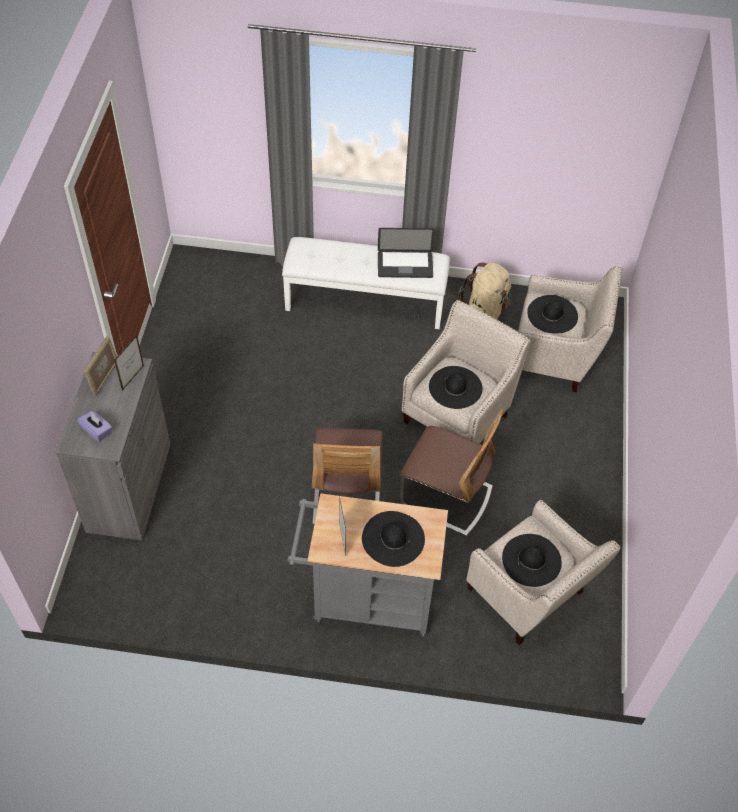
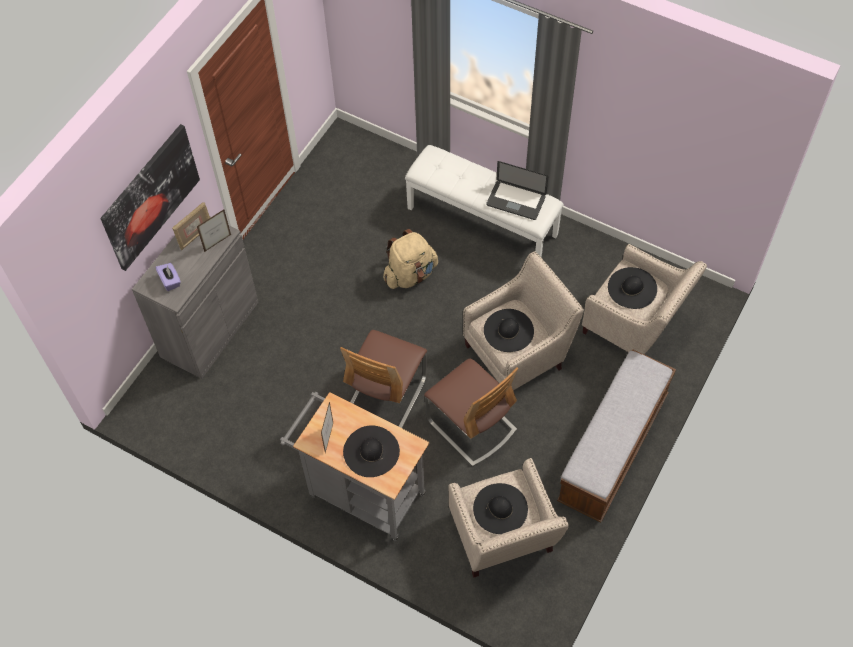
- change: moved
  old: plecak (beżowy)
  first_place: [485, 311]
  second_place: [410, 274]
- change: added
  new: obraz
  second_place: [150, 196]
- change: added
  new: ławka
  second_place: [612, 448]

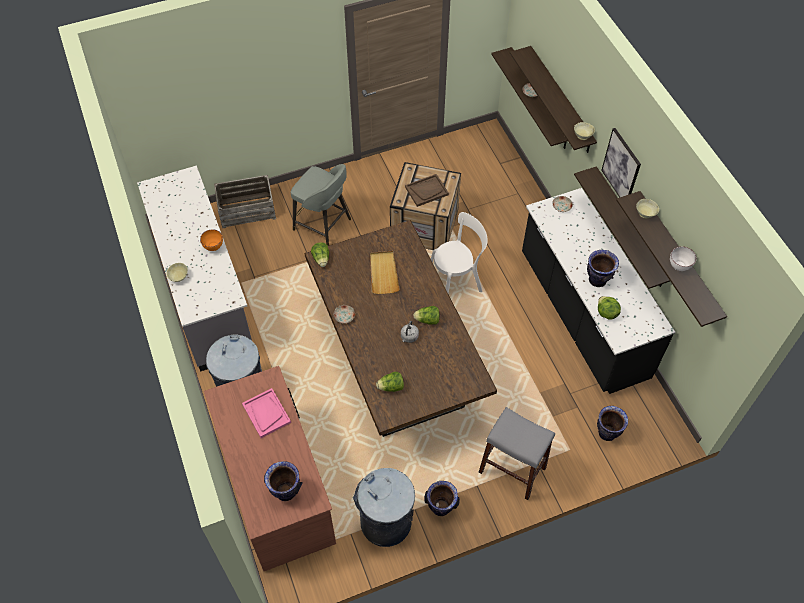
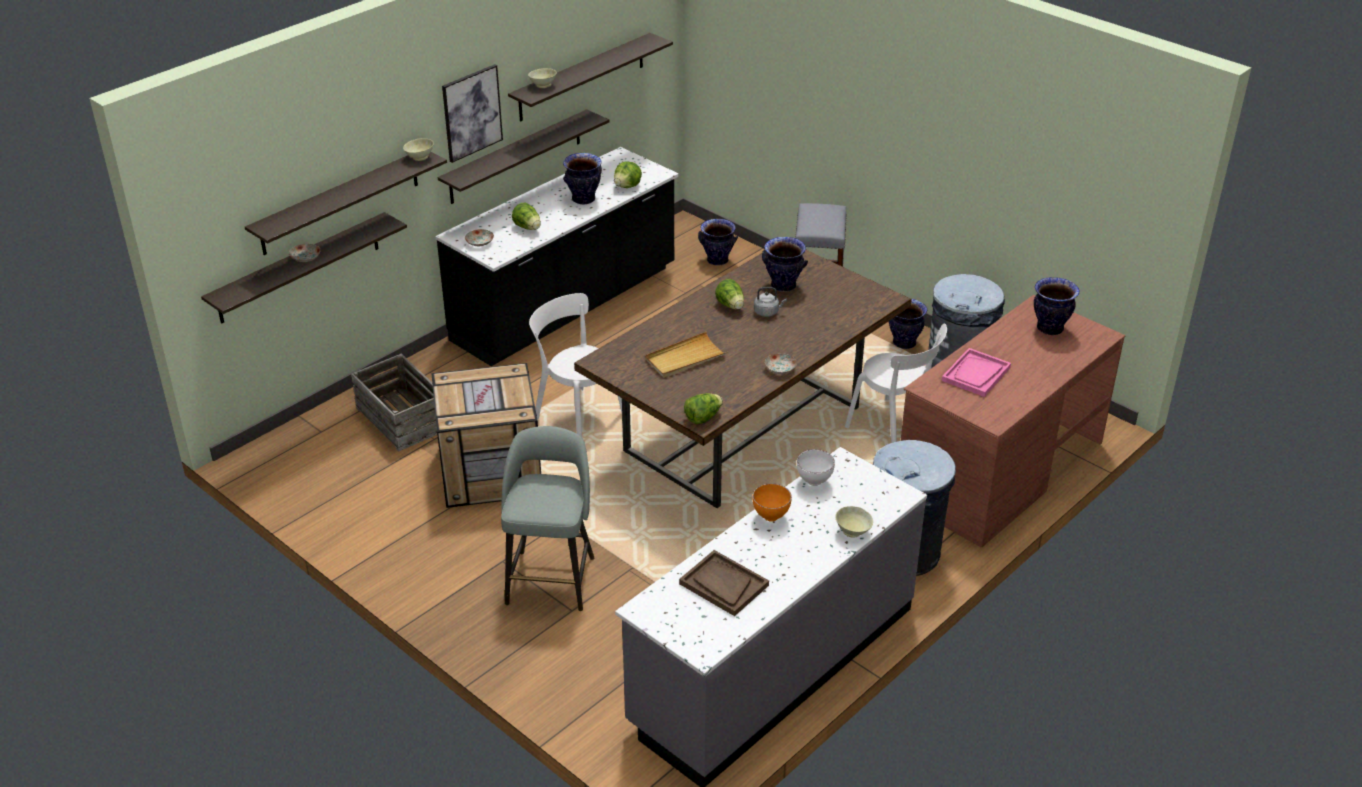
- change: moved
  old: skrzynka
  first_place: [247, 209]
  second_place: [401, 419]
- change: moved
  old: sałata
  first_place: [391, 387]
  second_place: [528, 227]
- change: moved
  old: taca (brązowy)
  first_place: [426, 191]
  second_place: [723, 584]
- change: moved
  old: miska (biały)
  first_place: [679, 266]
  second_place: [813, 482]
- change: added
  new: wazon
  second_place: [783, 286]
- change: added
  new: krzesło (biały)
  second_place: [894, 429]

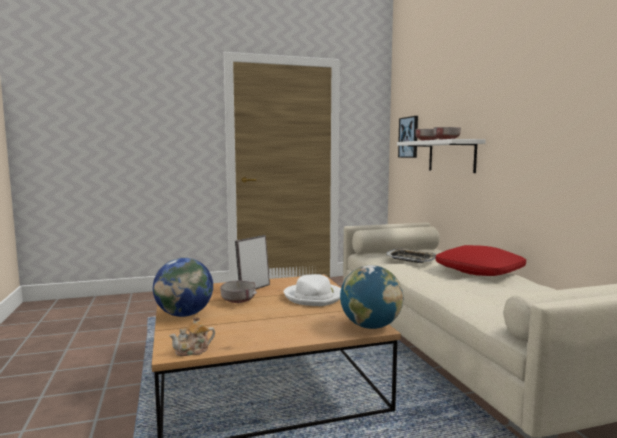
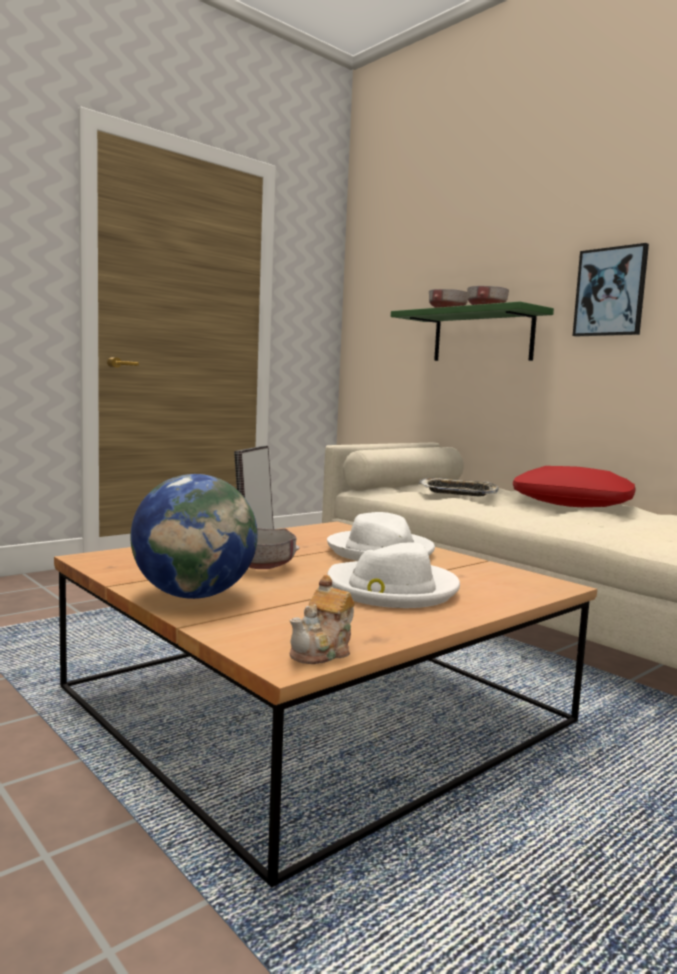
- change: removed
  old: globus
  first_place: [370, 326]
- change: recoloured
  old: półka (biały)
  new: półka (zielony)
  first_place: [451, 156]
  second_place: [482, 336]
- change: moved
  old: obraz
  first_place: [409, 137]
  second_place: [610, 292]
- change: added
  new: kapelusz (biały)
  second_place: [391, 589]

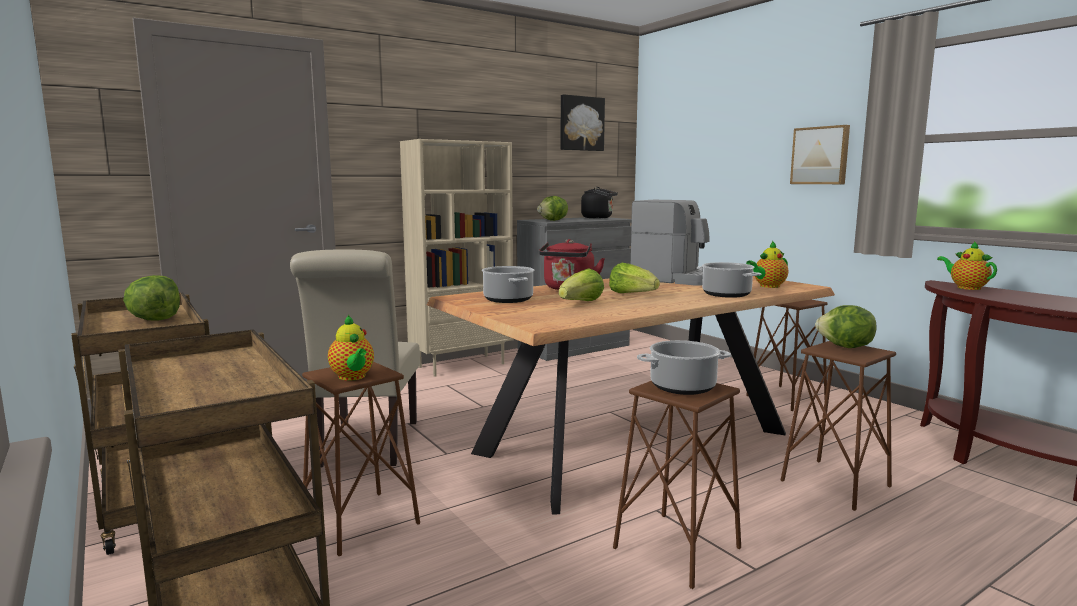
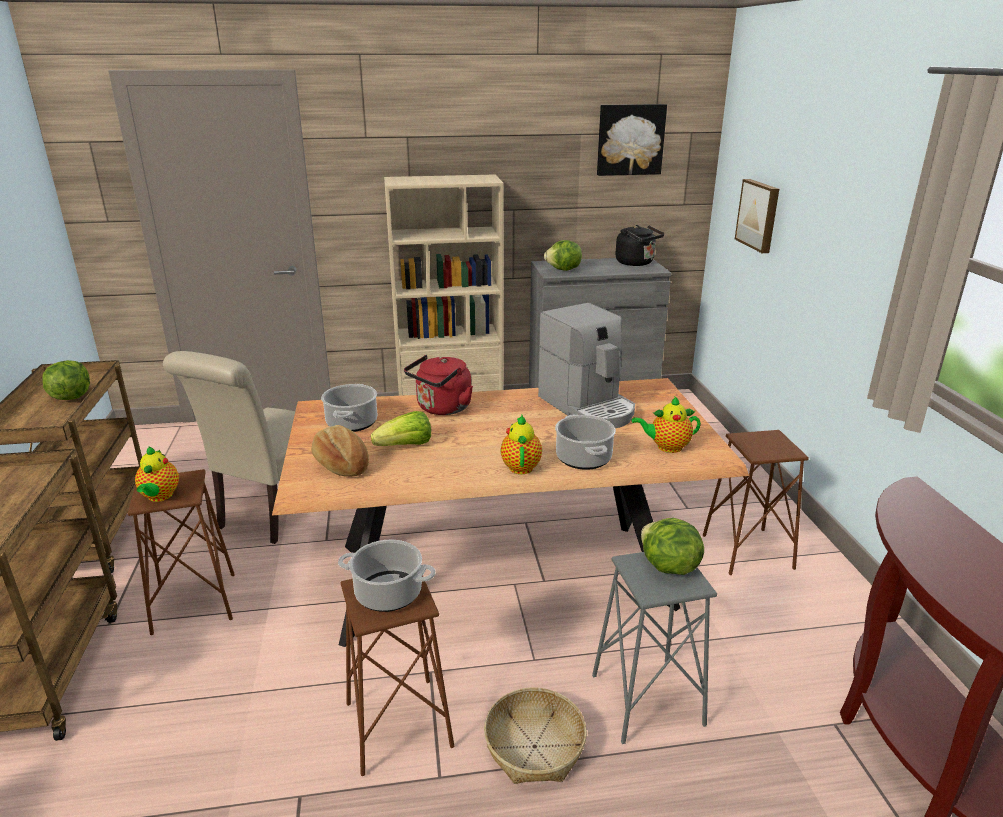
- change: removed
  old: sałata
  first_place: [632, 294]
- change: recoloured
  old: stołek (brązowy)
  new: stołek (szary)
  first_place: [835, 484]
  second_place: [646, 700]
- change: moved
  old: obraz
  first_place: [820, 155]
  second_place: [759, 215]
- change: moved
  old: imbryk
  first_place: [966, 287]
  second_place: [521, 466]
- change: added
  new: chleb
  second_place: [341, 464]
- change: added
  new: koszyk
  second_place: [535, 747]

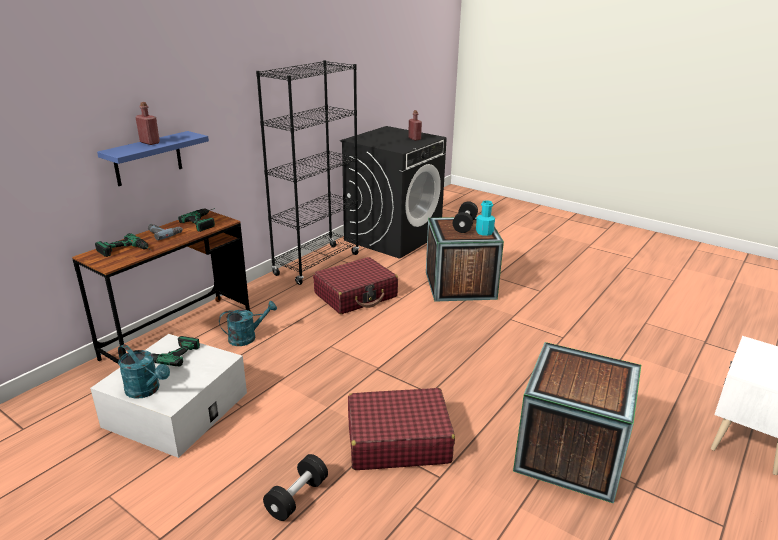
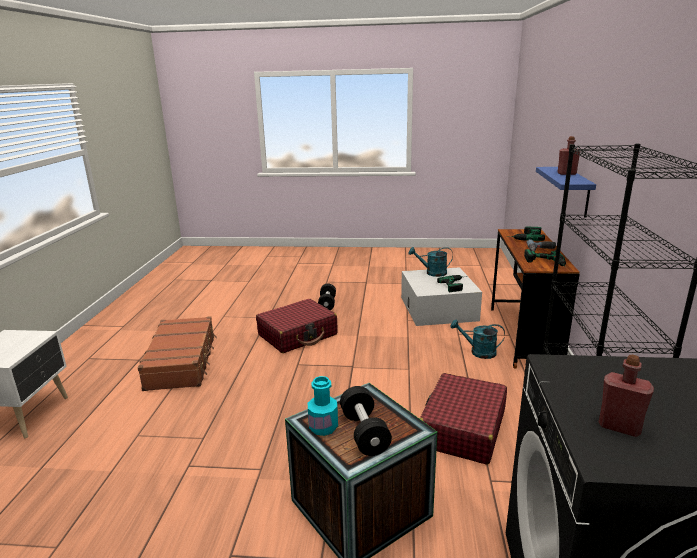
- change: turned
  old: konewka (turkusowy)
  first_place: [247, 337]
  second_place: [478, 352]
  degrees: 75
- change: replaced
  old: skrzynka
  new: walizka (brązowy)
  first_place: [570, 454]
  second_place: [182, 362]

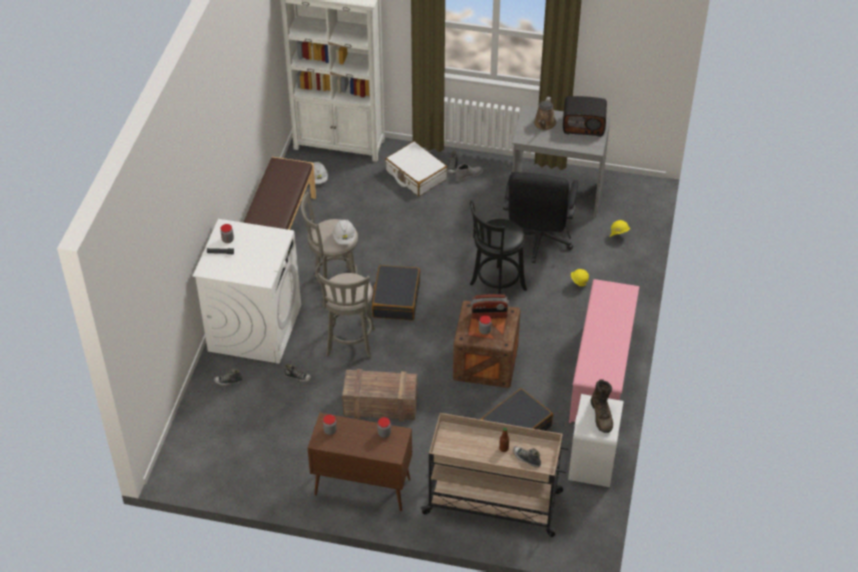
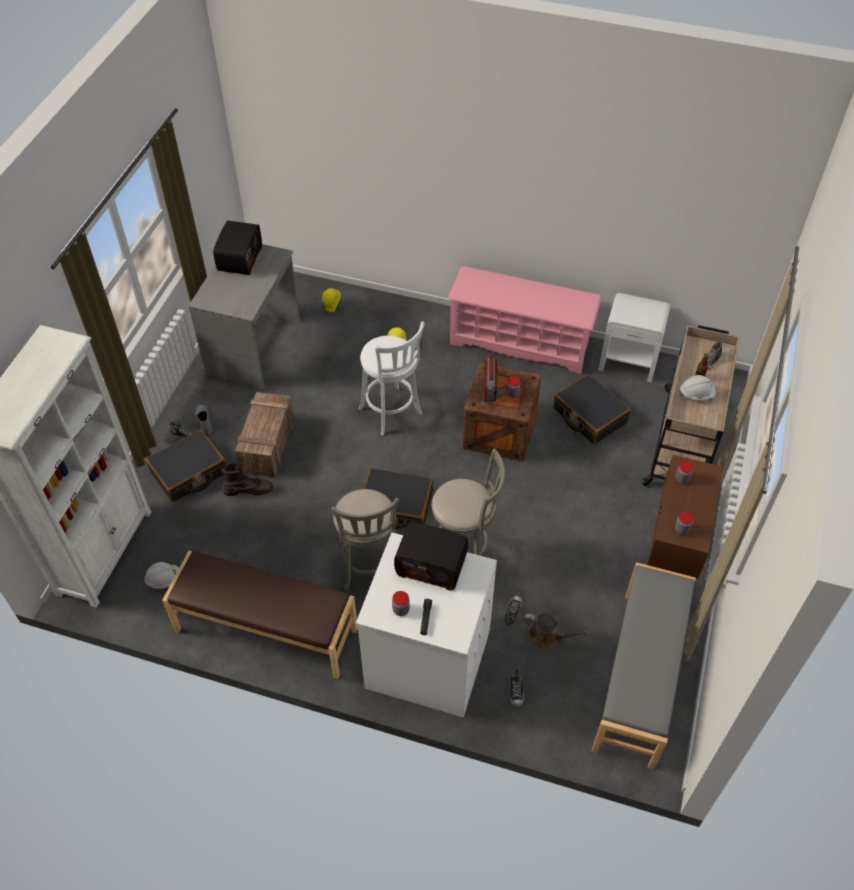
- change: moved
  old: kask (biały)
  first_place: [344, 238]
  second_place: [696, 394]
- change: moved
  old: skrzynka
  first_place: [379, 405]
  second_place: [267, 446]
- change: recoloured
  old: walizka (biały)
  new: walizka (czarny)
  first_place: [416, 175]
  second_place: [189, 473]
- change: recoloured
  old: stołek (czarny)
  new: stołek (biały)
  first_place: [495, 288]
  second_place: [392, 413]
- change: removed
  old: krzesło biurowe (czarny)
  first_place: [537, 242]
- change: moved
  old: konewka (brązowy)
  first_place: [544, 124]
  second_place: [547, 637]
- change: moved
  old: but z cholewką (brązowy)
  first_place: [601, 416]
  second_place: [248, 489]
- change: added
  new: radio
  second_place: [432, 565]
- change: added
  new: ławka (szary)
  second_place: [640, 677]

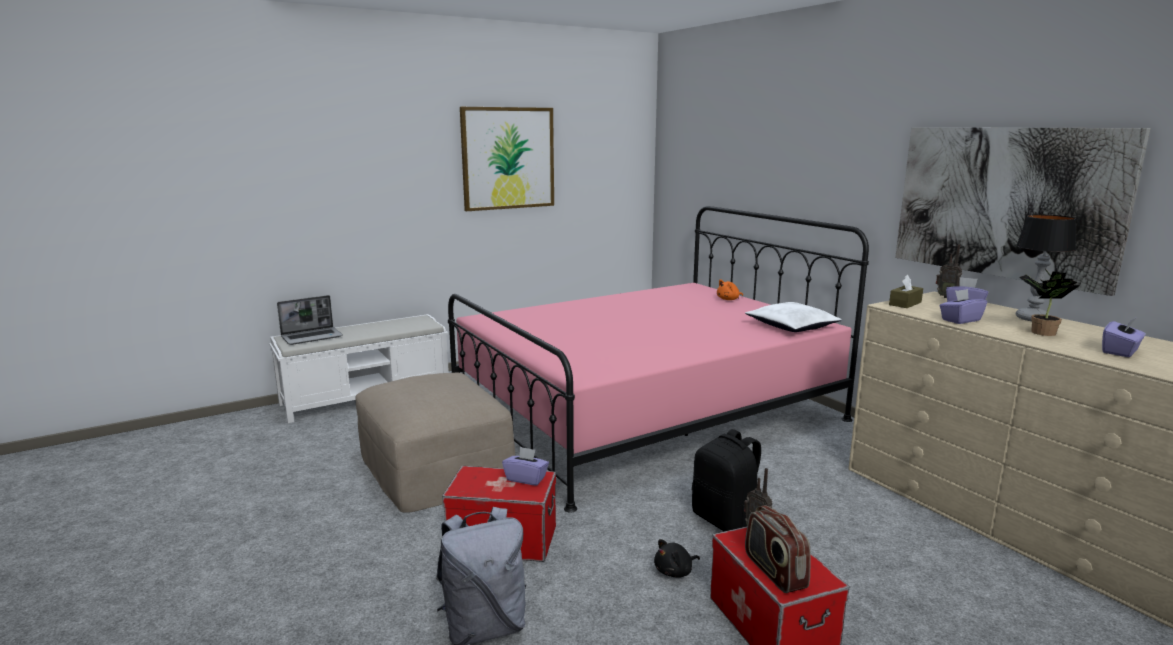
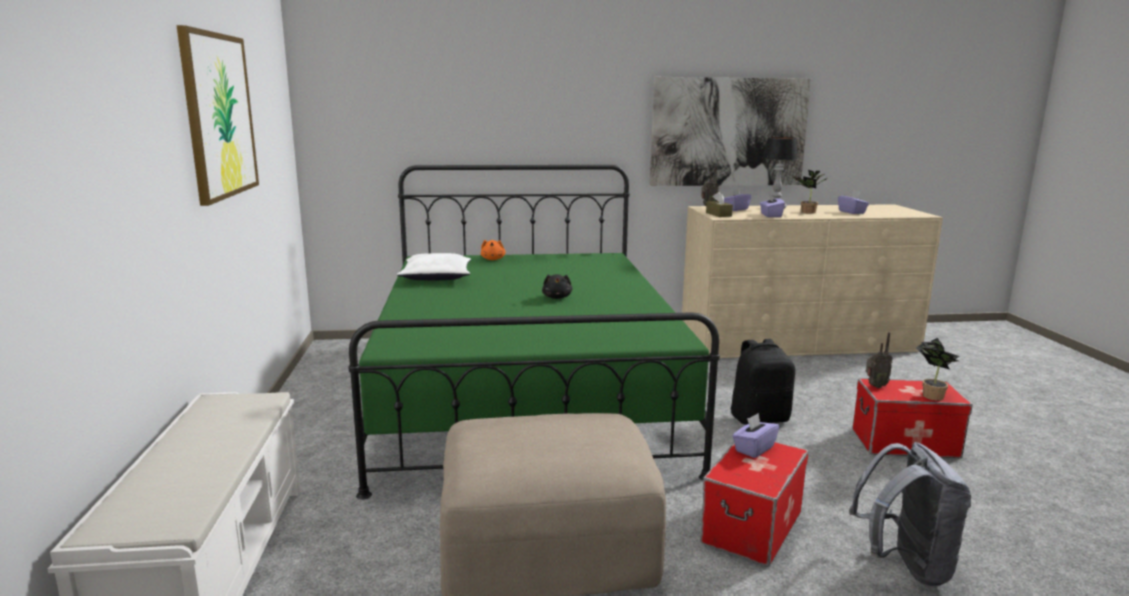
- change: removed
  old: laptop
  first_place: [312, 337]
- change: recoloured
  old: łóżko (różowy)
  new: łóżko (zielony)
  first_place: [646, 412]
  second_place: [525, 394]
- change: moved
  old: pluszak (czarny)
  first_place: [675, 571]
  second_place: [557, 297]
- change: moved
  old: poduszka (biały)
  first_place: [792, 327]
  second_place: [437, 277]
- change: replaced
  old: radio
  new: roślina doniczkowa
  first_place: [774, 571]
  second_place: [930, 395]

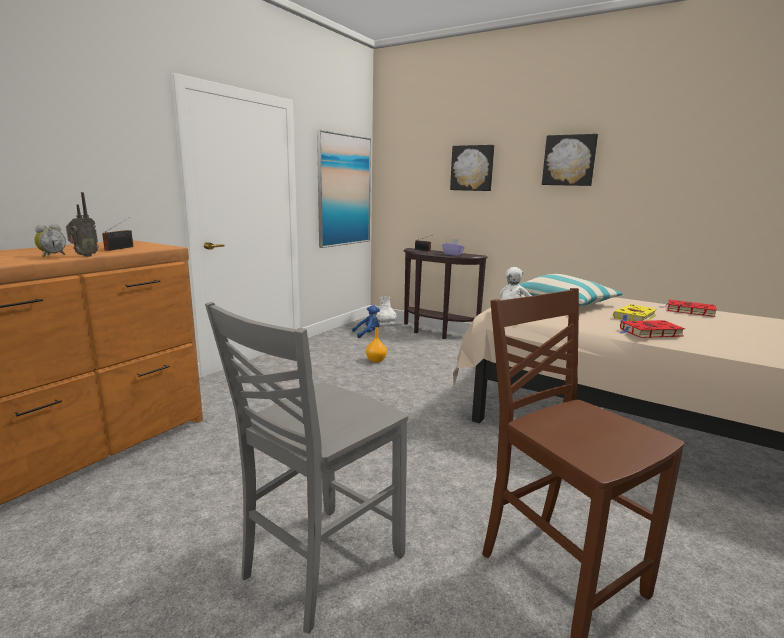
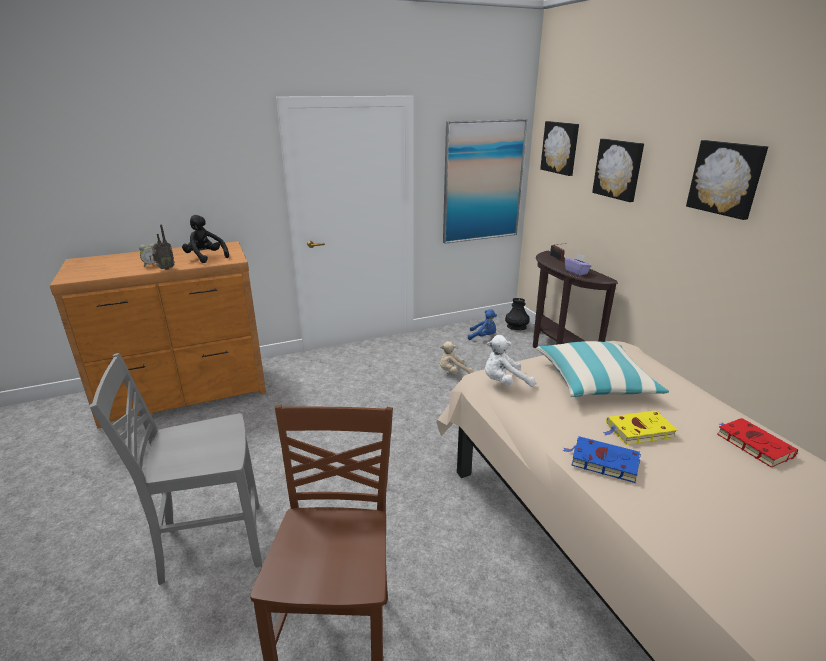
- change: replaced
  old: radio
  new: pluszak (czarny)
  first_place: [121, 248]
  second_place: [205, 257]
- change: replaced
  old: wazon (pomarańczowy)
  new: pluszak (beżowy)
  first_place: [375, 360]
  second_place: [453, 372]
- change: recoloured
  old: wazon (biały)
  new: wazon (czarny)
  first_place: [385, 323]
  second_place: [516, 327]
- change: recoloured
  old: książka (czerwony)
  new: książka (niebieski)
  first_place: [649, 332]
  second_place: [602, 462]
- change: added
  new: obraz
  second_place: [560, 147]

